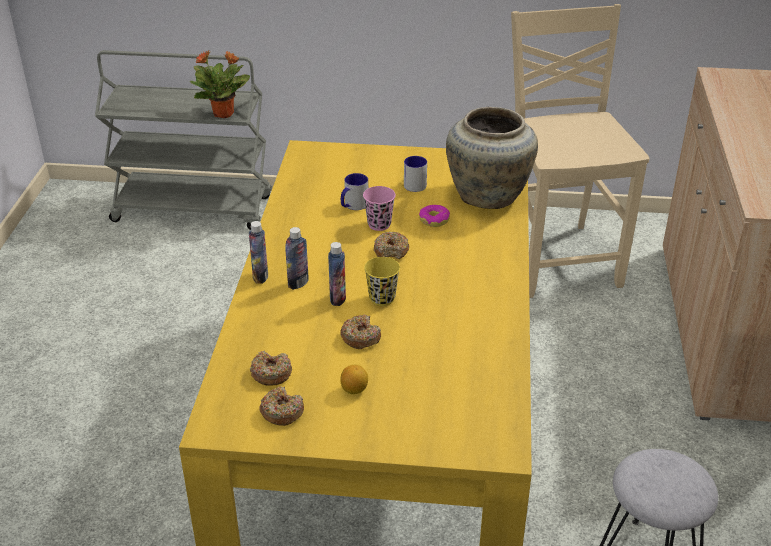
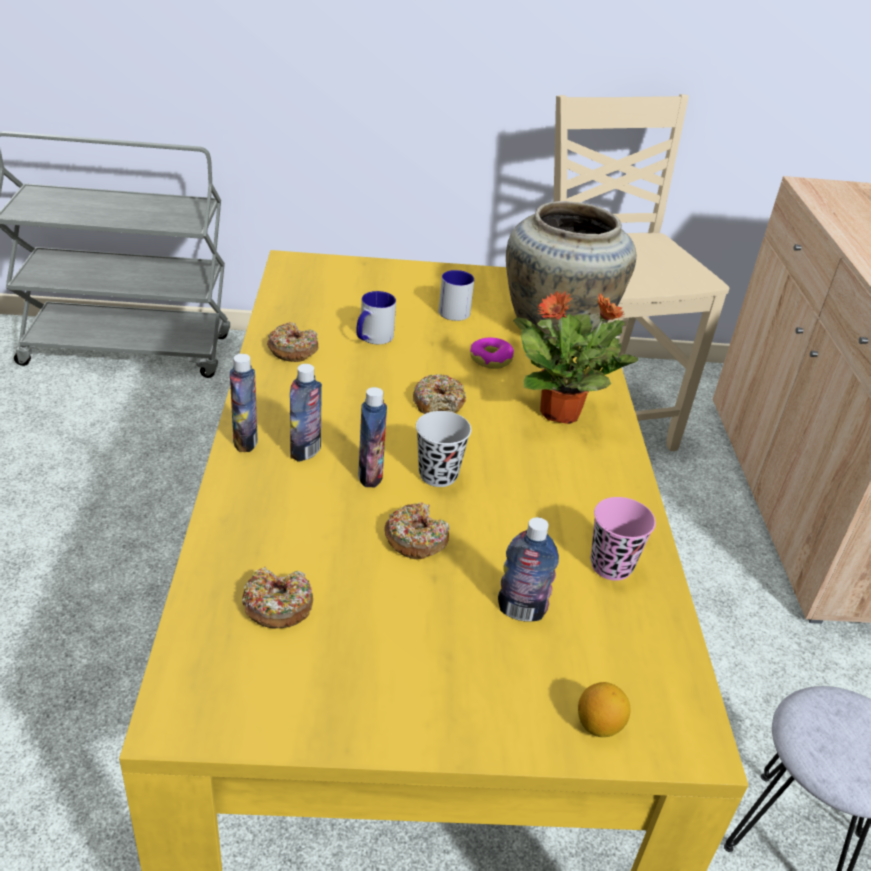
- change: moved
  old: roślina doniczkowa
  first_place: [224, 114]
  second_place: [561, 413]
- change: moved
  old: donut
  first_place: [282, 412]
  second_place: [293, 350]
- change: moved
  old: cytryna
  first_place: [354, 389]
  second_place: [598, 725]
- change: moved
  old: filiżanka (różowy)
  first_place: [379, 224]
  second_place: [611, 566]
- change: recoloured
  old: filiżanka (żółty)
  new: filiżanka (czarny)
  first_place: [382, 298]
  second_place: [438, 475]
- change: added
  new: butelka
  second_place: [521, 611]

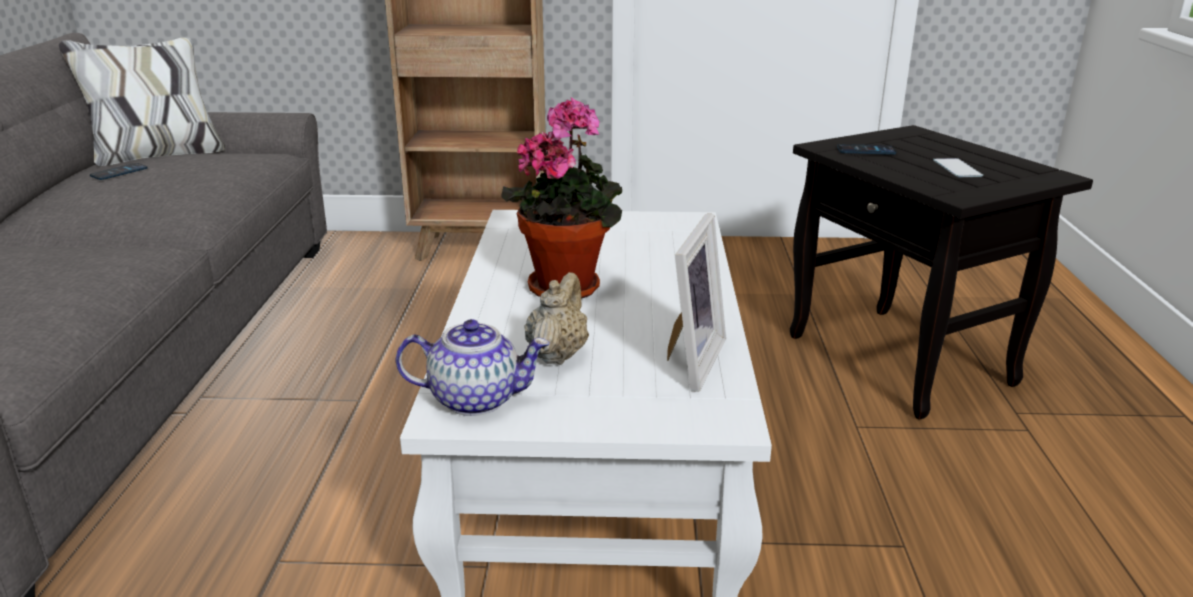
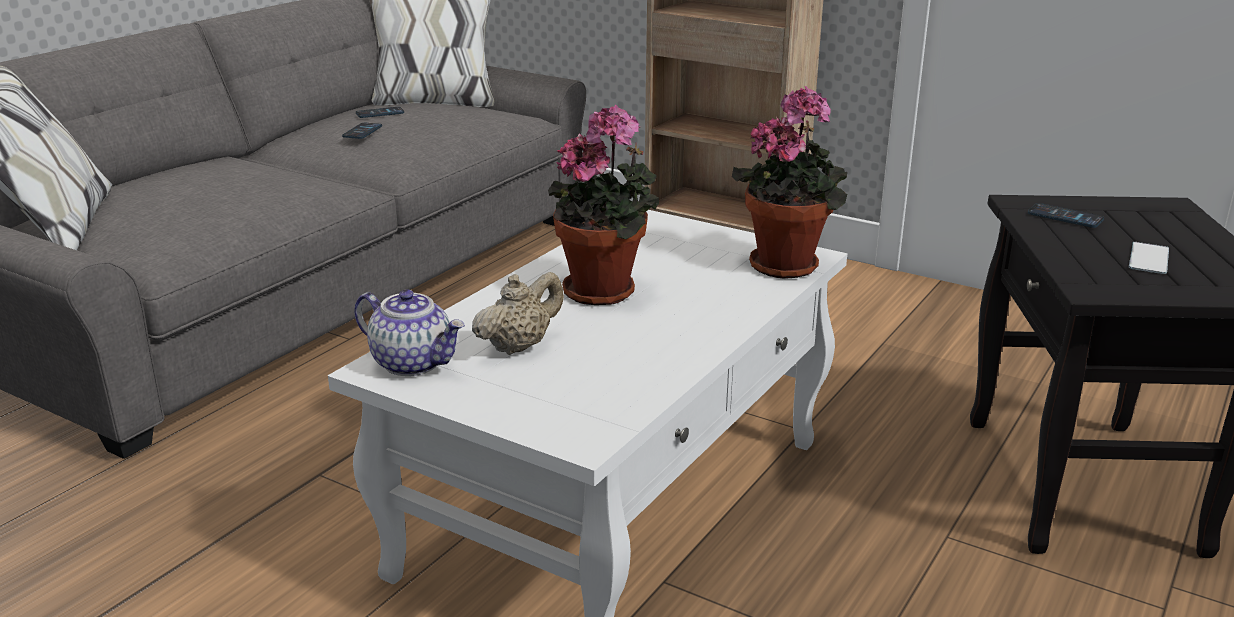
- change: removed
  old: ramka na zdjęcie
  first_place: [688, 361]
- change: added
  new: telefon
  second_place: [362, 132]
- change: added
  new: roślina doniczkowa
  second_place: [787, 264]

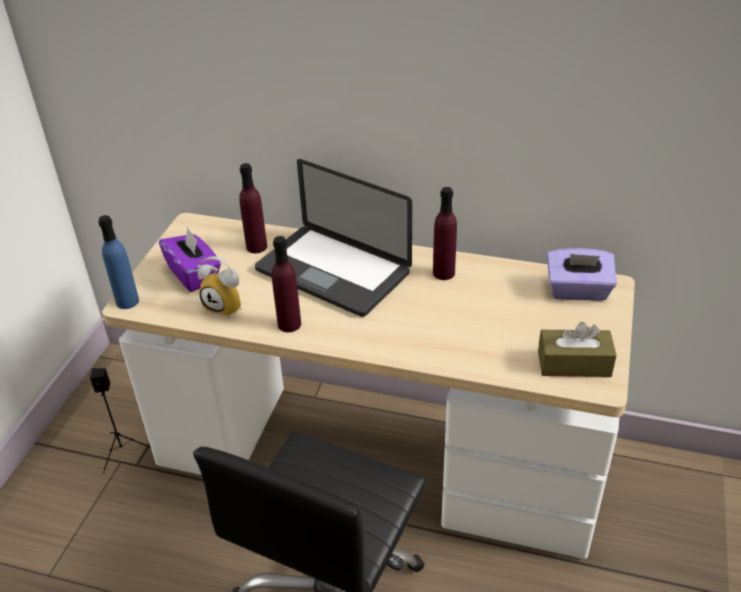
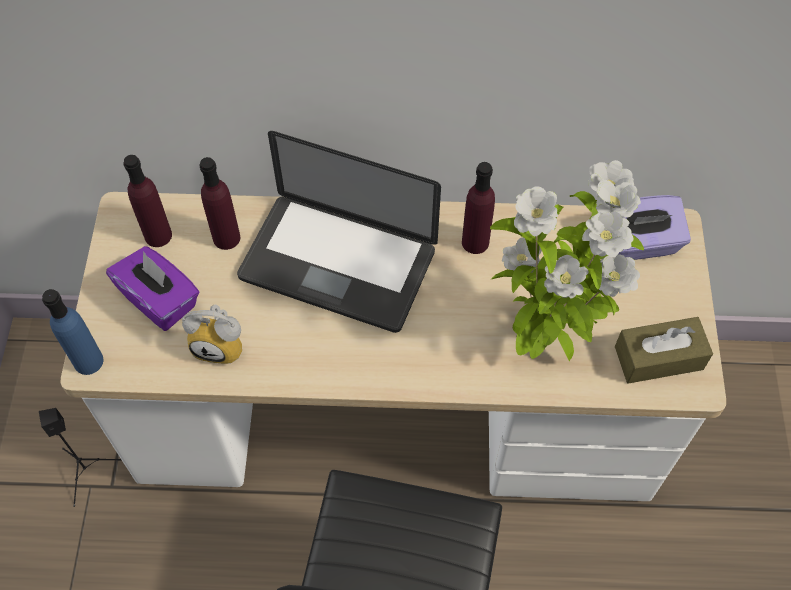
- change: moved
  old: butelka (fioletowy)
  first_place: [289, 324]
  second_place: [158, 235]
- change: added
  new: roślina doniczkowa
  second_place: [546, 340]

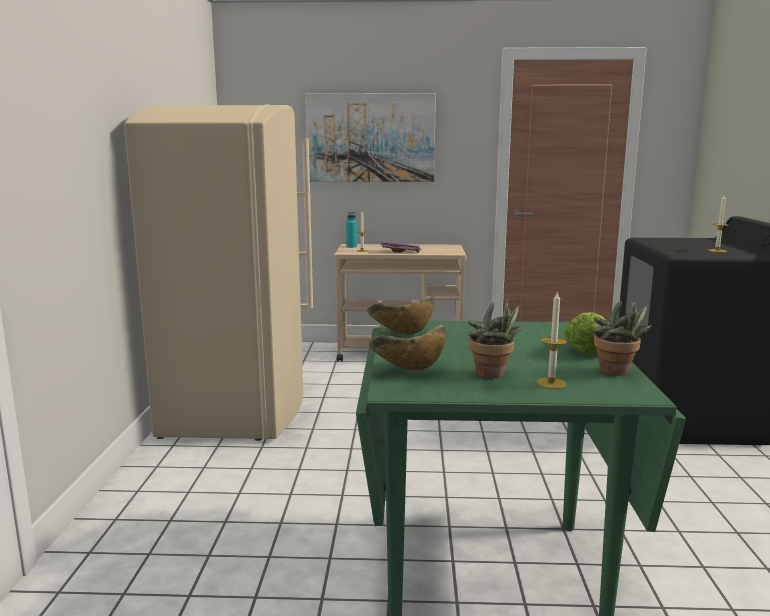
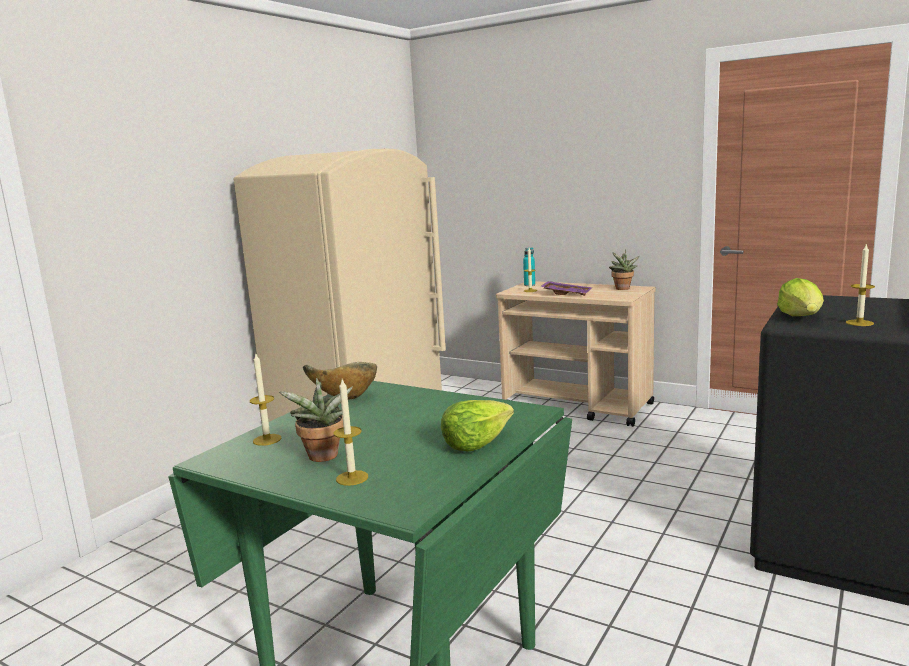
- change: removed
  old: obraz
  first_place: [370, 138]
- change: replaced
  old: miska
  new: świeca
  first_place: [409, 370]
  second_place: [267, 440]
- change: moved
  old: roślina doniczkowa
  first_place: [617, 372]
  second_place: [622, 289]
- change: added
  new: sałata
  second_place: [802, 317]

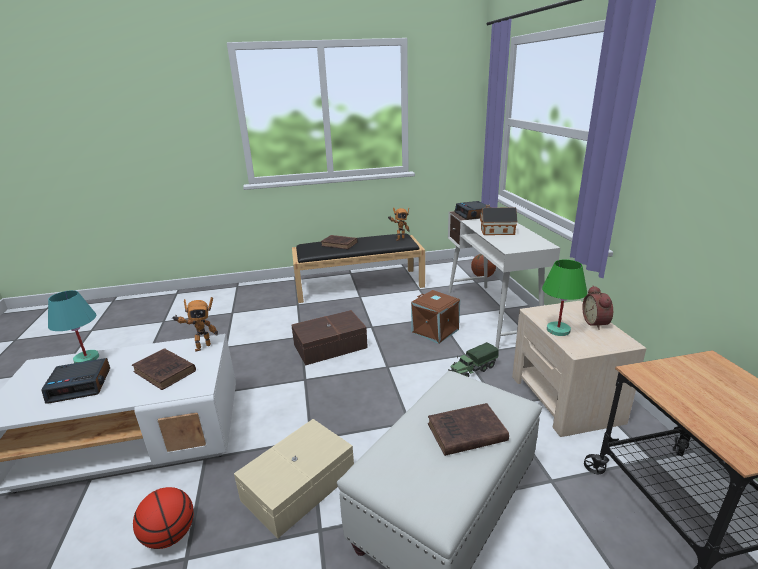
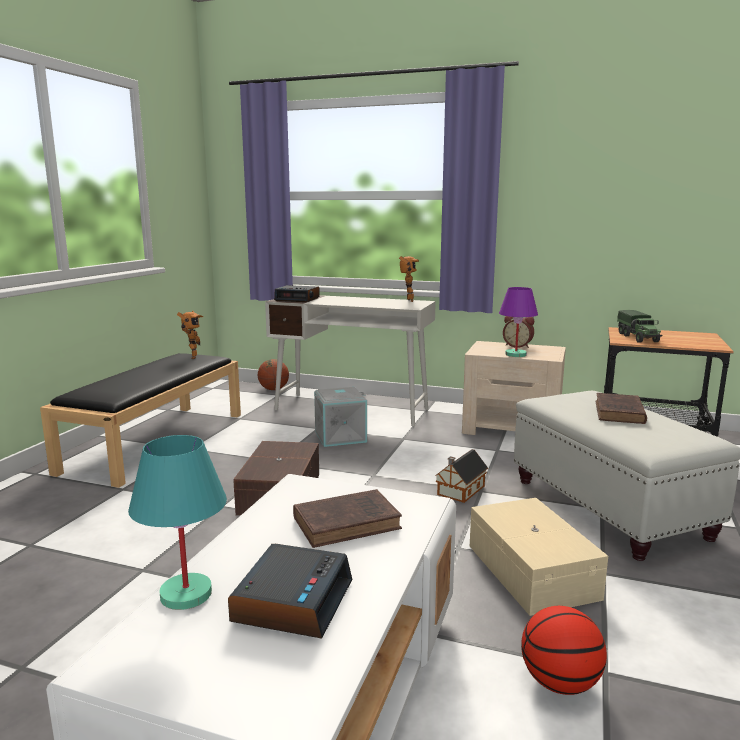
- change: moved
  old: robot zabawkowy
  first_place: [202, 347]
  second_place: [408, 300]
- change: removed
  old: książka (brązowy)
  first_place: [340, 244]
- change: recoloured
  old: pojemnik do przechowywania (brązowy)
  new: pojemnik do przechowywania (szary)
  first_place: [436, 330]
  second_place: [340, 436]
- change: moved
  old: ciężarówka zabawkowa
  first_place: [472, 370]
  second_place: [638, 338]
- change: moved
  old: domek
  first_place: [495, 231]
  second_place: [459, 491]
- change: recoloured
  old: lampa stołowa (zielony)
  new: lampa stołowa (fioletowy)
  first_place: [558, 330]
  second_place: [515, 354]

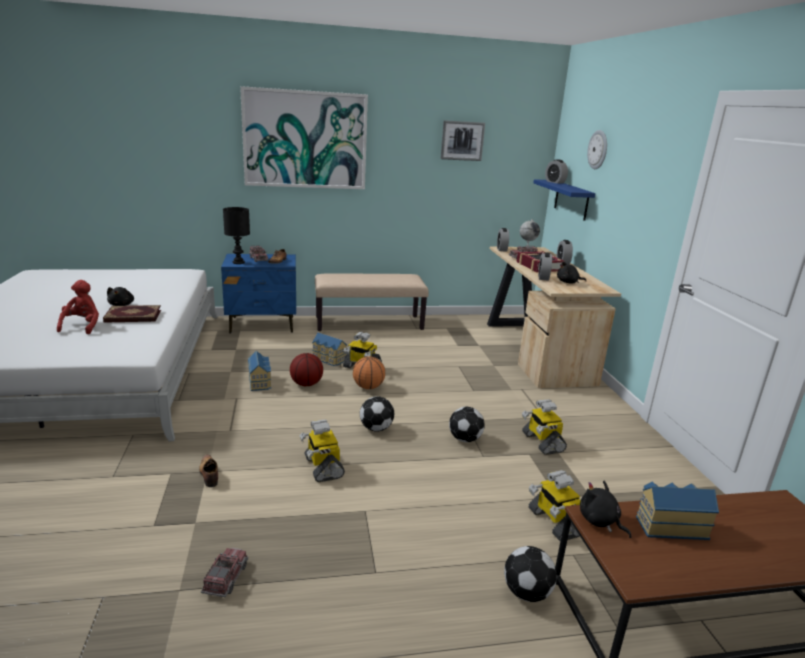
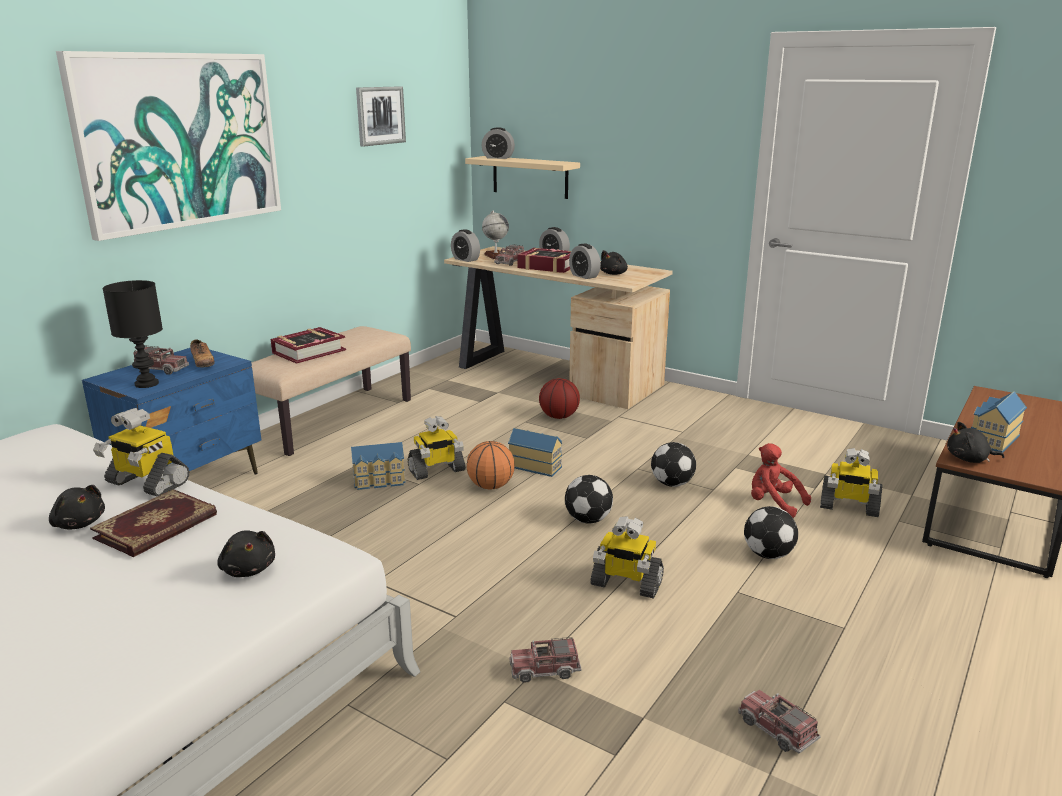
- change: moved
  old: pluszak (czerwony)
  first_place: [82, 326]
  second_place: [773, 504]
- change: replaced
  old: but
  new: ciężarówka zabawkowa
  first_place: [209, 474]
  second_place: [544, 670]
- change: moved
  old: domek
  first_place: [260, 382]
  second_place: [536, 465]
- change: moved
  old: piłka do koszykówki
  first_place: [306, 384]
  second_place: [559, 416]
- change: moved
  old: piłka futbolowa
  first_place: [527, 593]
  second_place: [769, 554]
- change: moved
  old: robot zabawkowy
  first_place: [542, 442]
  second_place: [146, 483]
- change: recoloured
  old: półka (niebieski)
  new: półka (beżowy)
  first_place: [571, 200]
  second_place: [530, 177]
- change: removed
  old: zegar ścienny
  first_place: [598, 149]
- change: added
  new: pluszak (czarny)
  second_place: [248, 569]
- change: added
  new: książka
  second_place: [309, 352]

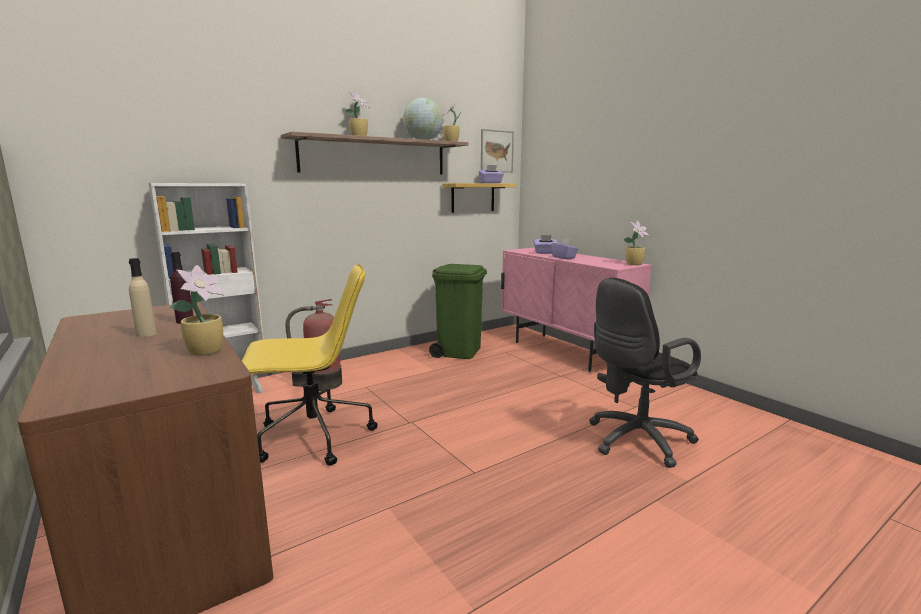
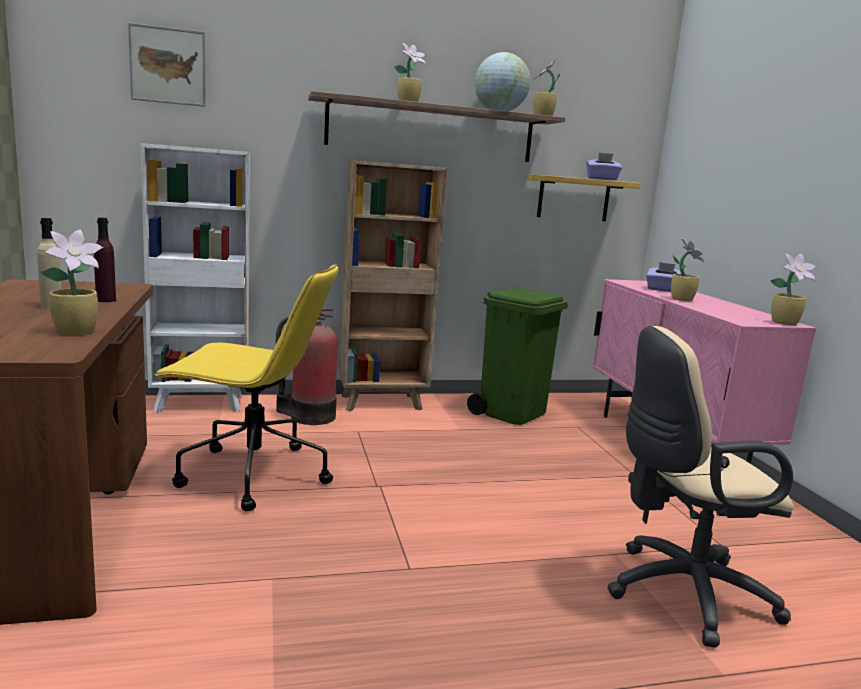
- change: moved
  old: obraz
  first_place: [496, 151]
  second_place: [168, 66]
- change: replaced
  old: pudełko chusteczek (fioletowy)
  new: roślina doniczkowa
  first_place: [564, 257]
  second_place: [681, 299]
- change: recoloured
  old: krzesło biurowe (czarny)
  new: krzesło biurowe (beżowy)
  first_place: [634, 441]
  second_place: [680, 593]
- change: added
  new: regał (brązowy)
  second_place: [383, 403]

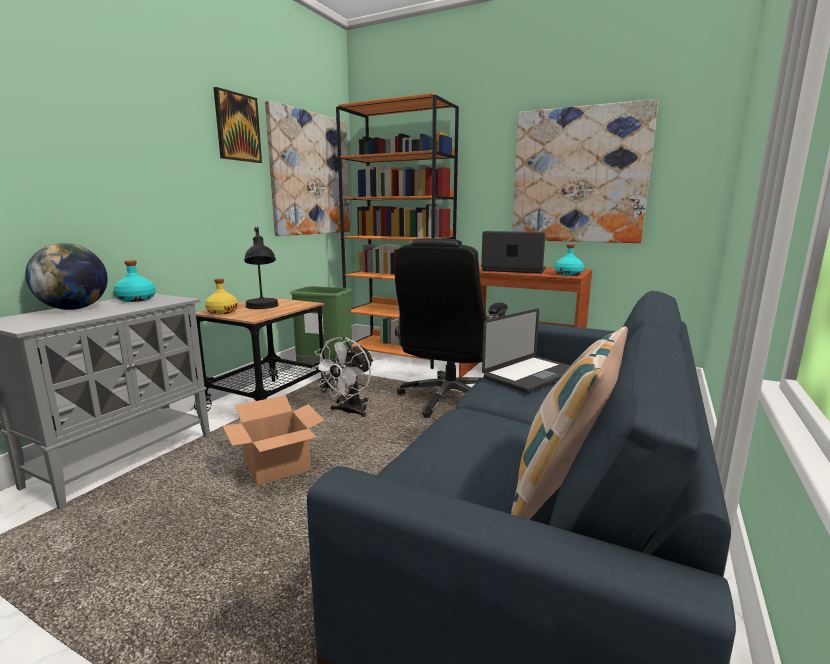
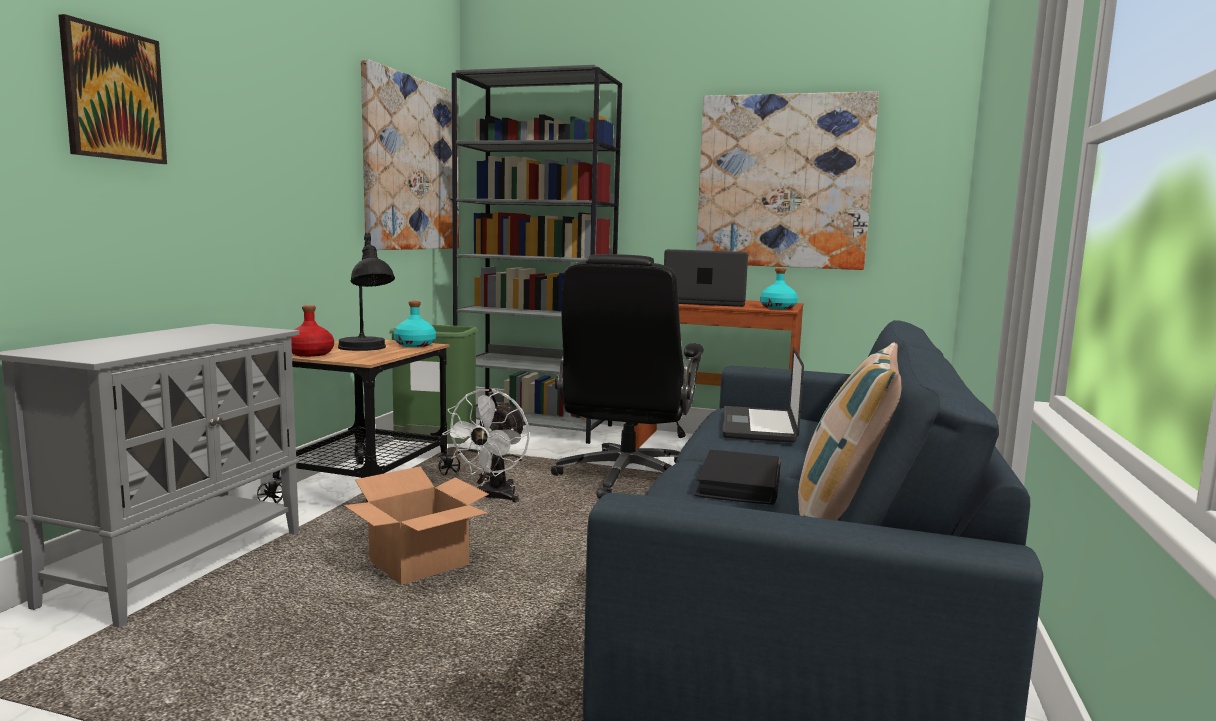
- change: removed
  old: globus
  first_place: [74, 309]
- change: moved
  old: butelka (turkusowy)
  first_place: [135, 299]
  second_place: [414, 345]
- change: recoloured
  old: butelka (żółty)
  new: butelka (czerwony)
  first_place: [222, 312]
  second_place: [310, 354]
- change: moved
  old: obraz
  first_place: [237, 127]
  second_place: [113, 95]
- change: recoloured
  old: regał (pomarańczowy)
  new: regał (szary)
  first_place: [400, 354]
  second_place: [535, 427]
- change: turned
  old: laptop
  first_place: [531, 375]
  second_place: [758, 426]
  degrees: 150
- change: added
  new: książka (czarny)
  second_place: [739, 484]

